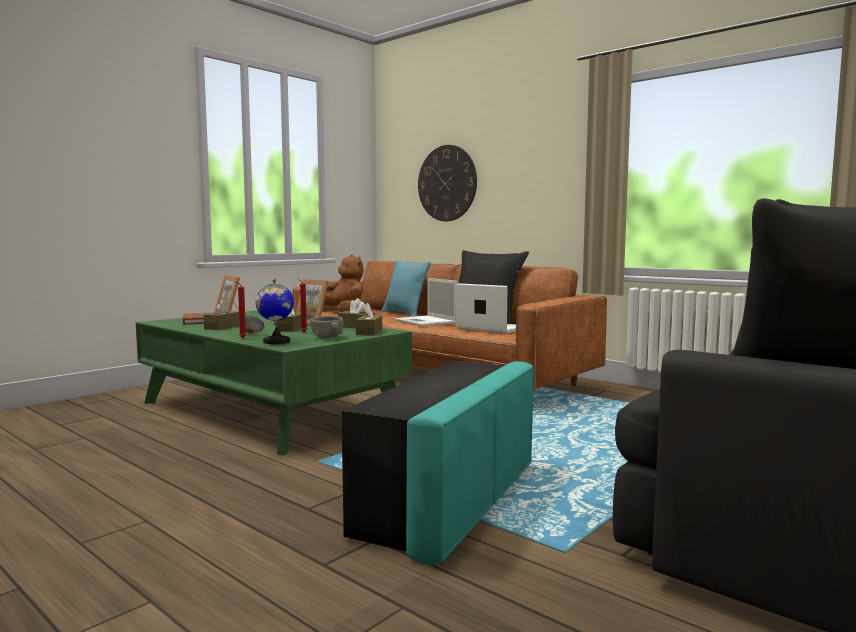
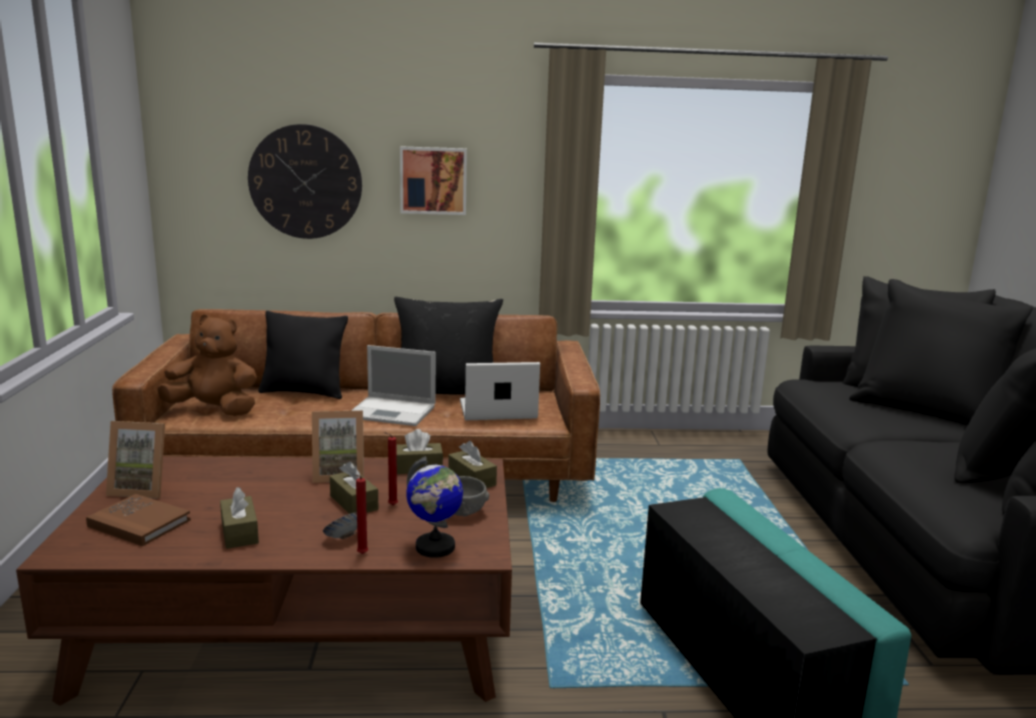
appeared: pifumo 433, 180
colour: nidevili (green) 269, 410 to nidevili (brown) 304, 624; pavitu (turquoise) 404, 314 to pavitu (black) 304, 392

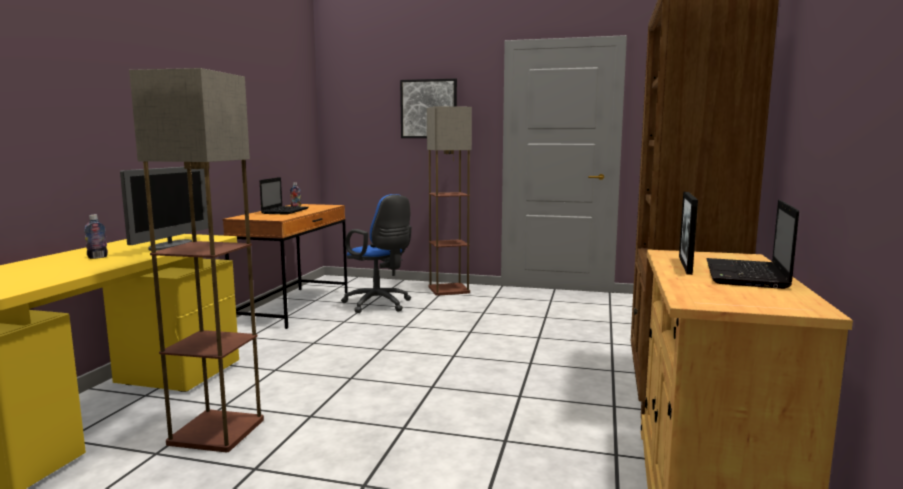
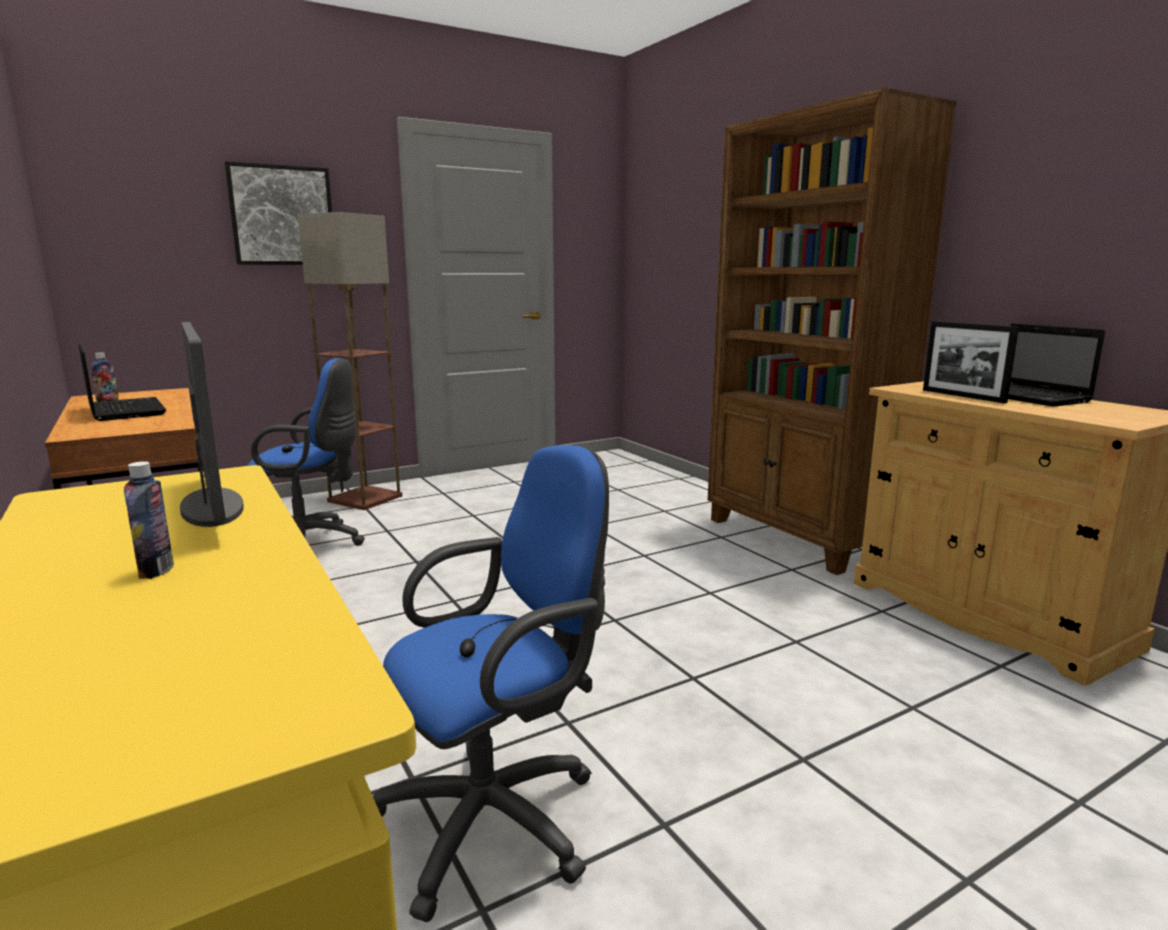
exchanged: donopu 217, 432 to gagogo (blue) 500, 818

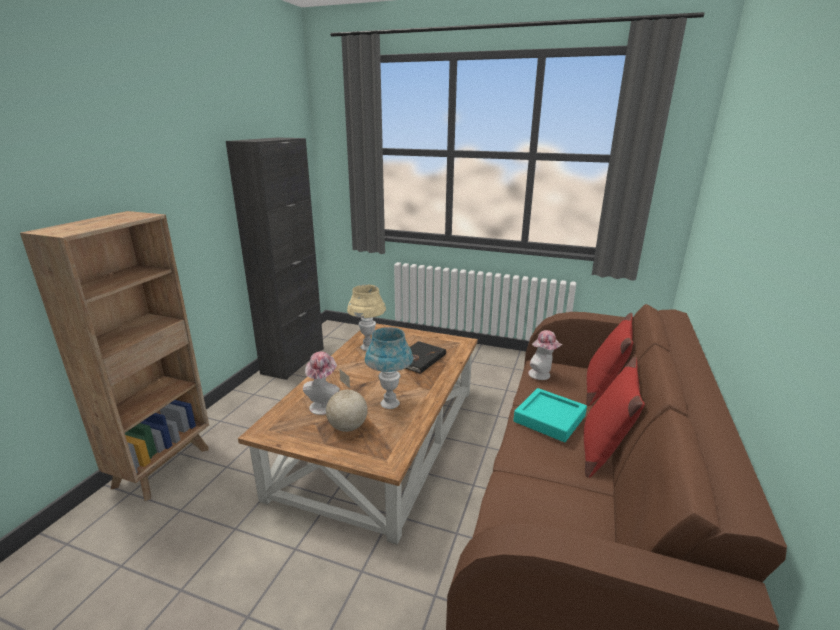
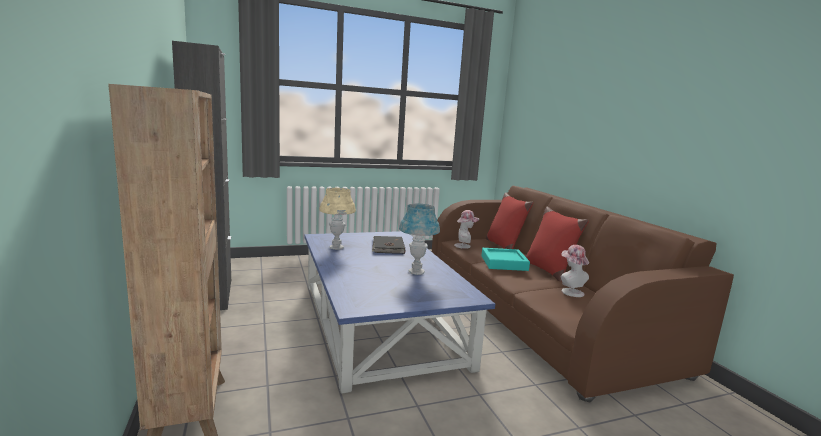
missing: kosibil 347, 427
relocated: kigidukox 324, 405 to 570, 291
colour: nidevili (brown) 382, 440 to nidevili (blue) 380, 322

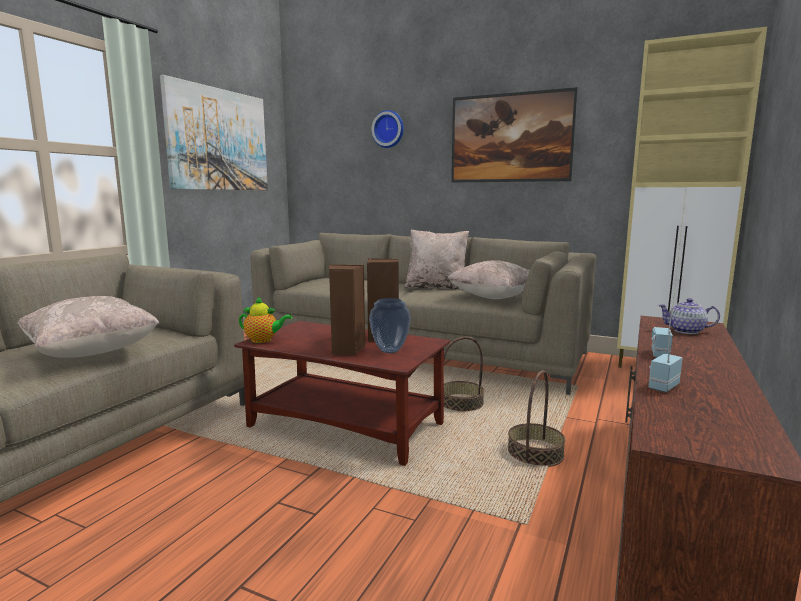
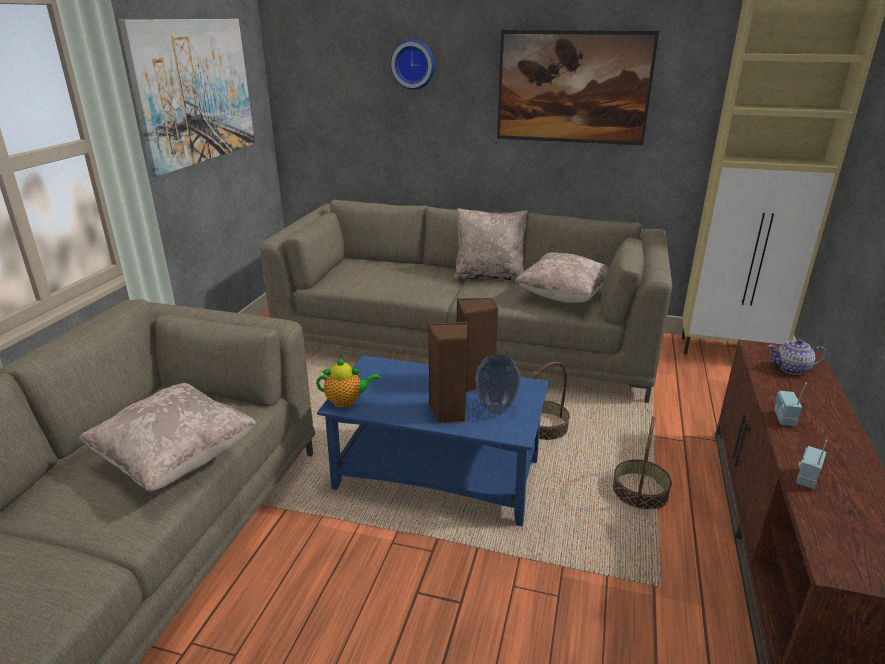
colour: nidevili (brown) 347, 426 to nidevili (blue) 439, 474

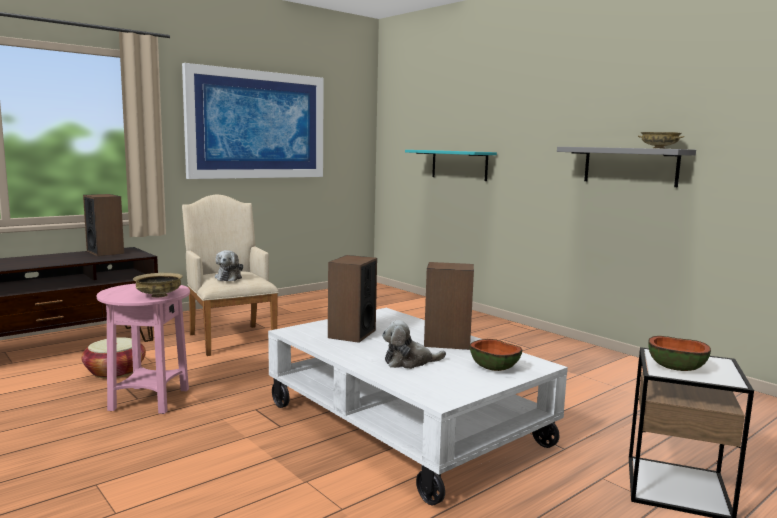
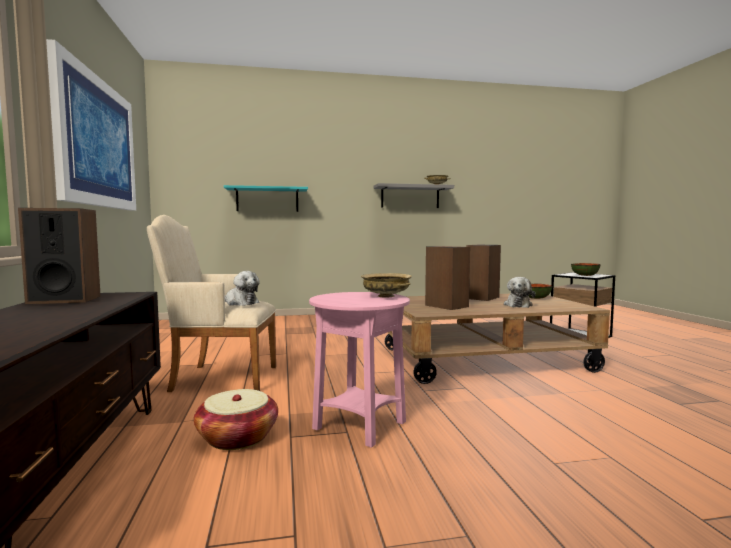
colour: nidevili (white) 405, 424 to nidevili (brown) 484, 359

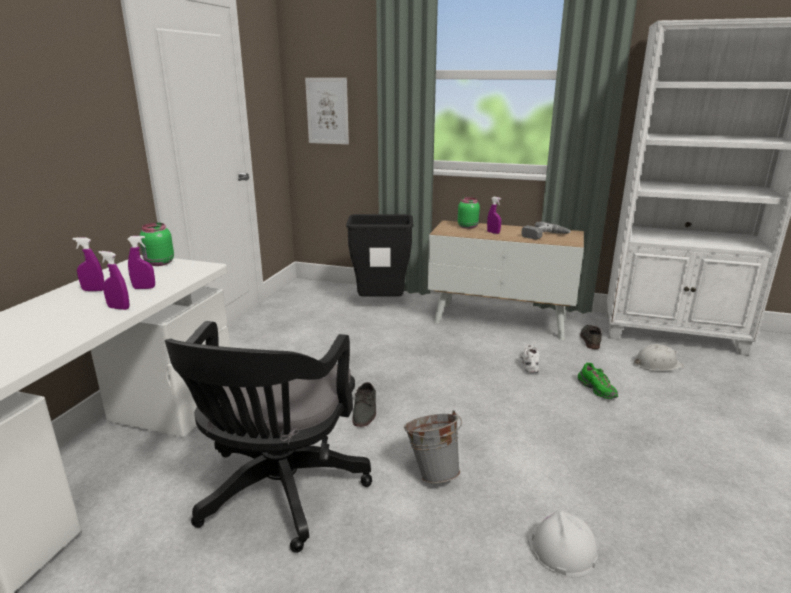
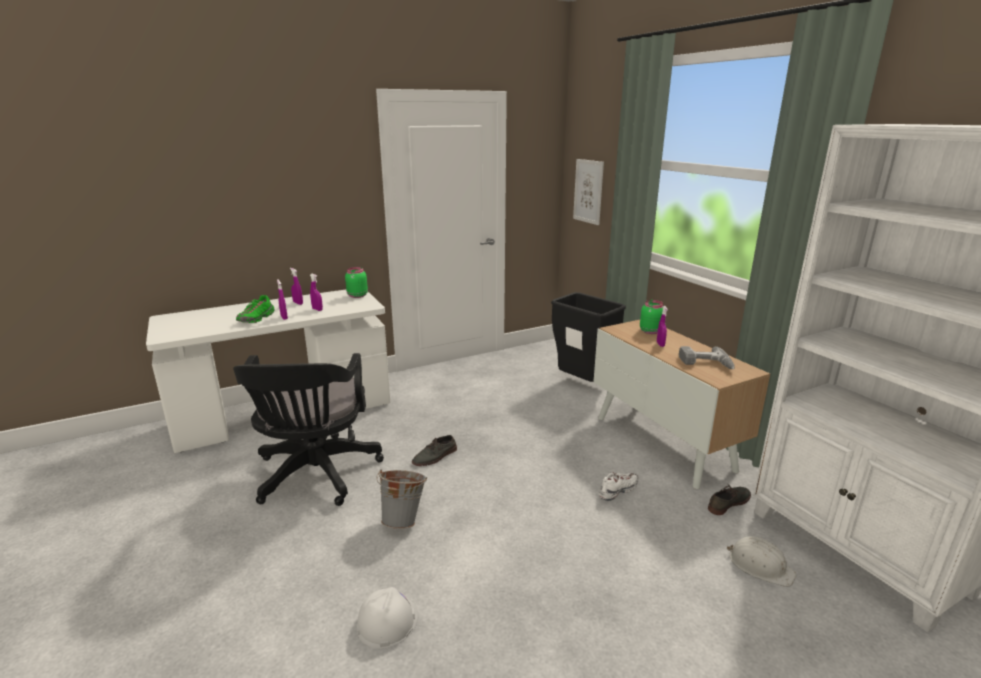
relocated: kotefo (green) 597, 390 to 257, 318
spun: gagogo (black) 278, 494 = 315, 476 60 degrees counterclockwise

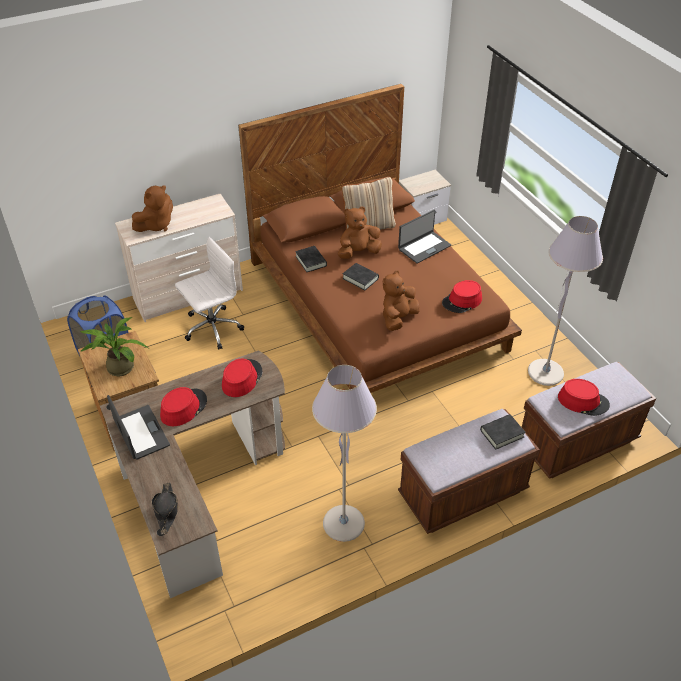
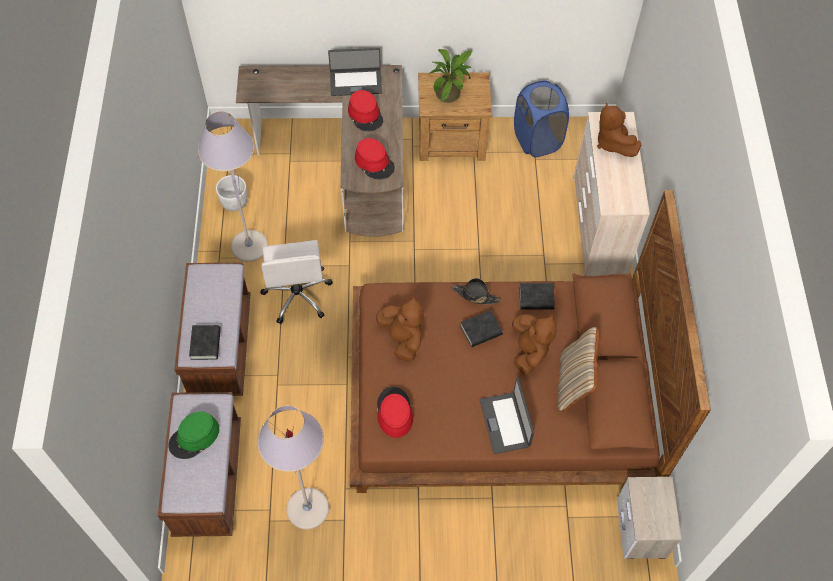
appeared: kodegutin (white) 234, 202
relocated: kigidukox (black) 166, 510 to 475, 295; gagogo (white) 211, 328 to 298, 295
colour: kigidukox (red) 583, 401 to kigidukox (green) 194, 437

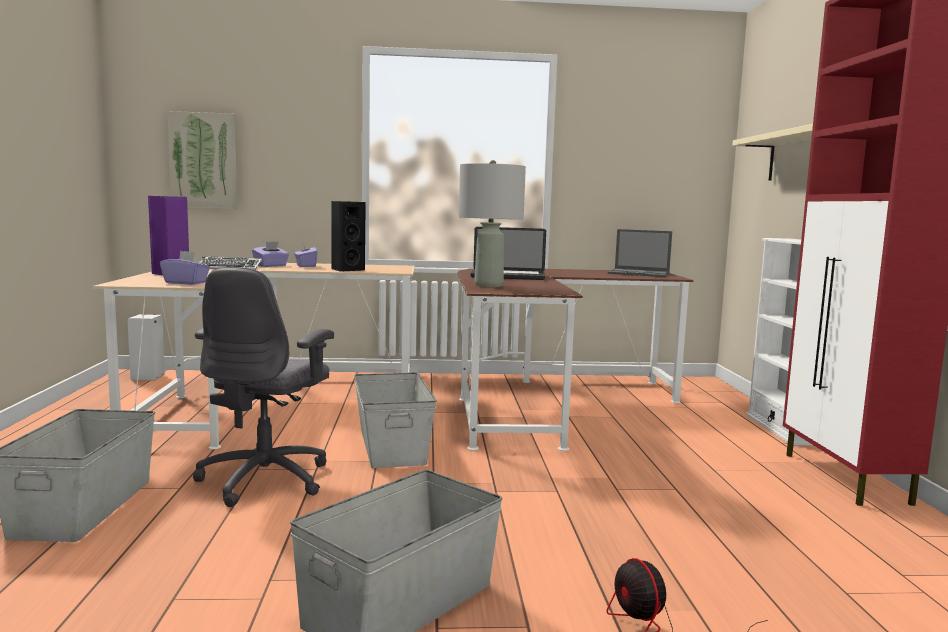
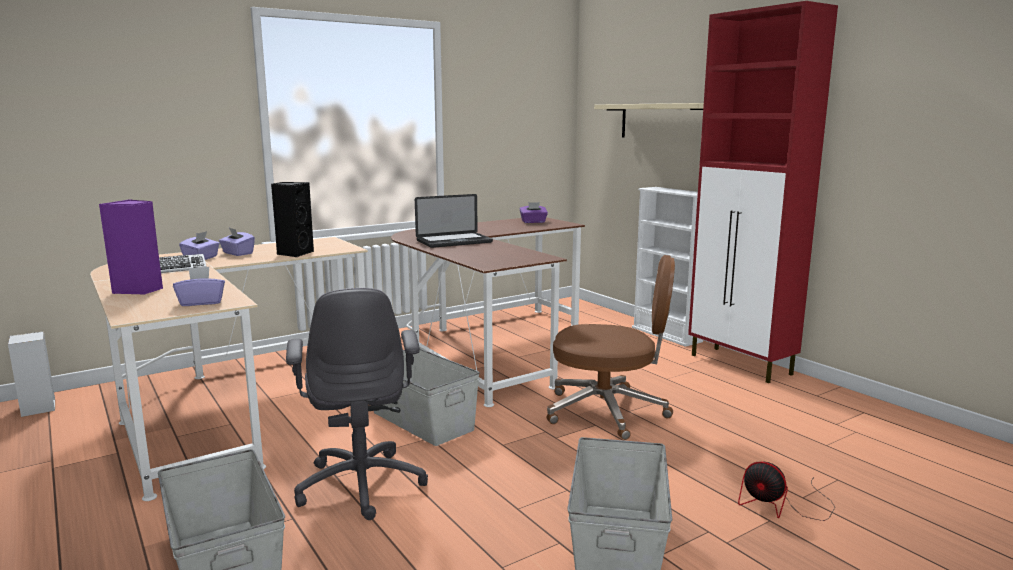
missing: pifumo 204, 161; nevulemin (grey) 488, 285
appeared: gagogo (brown) 608, 411
exchanged: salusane 639, 273 to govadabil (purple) 533, 222

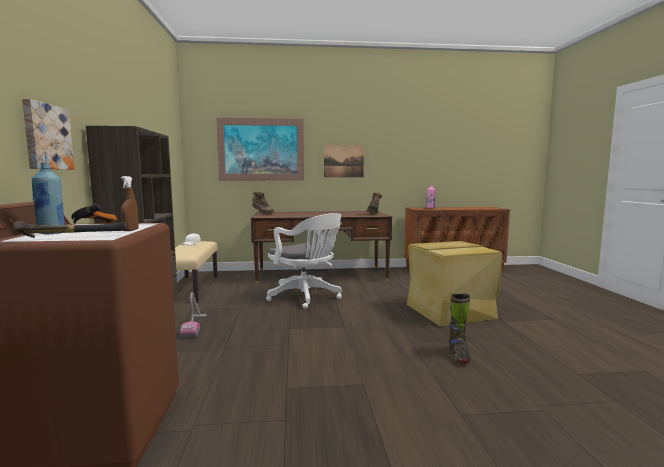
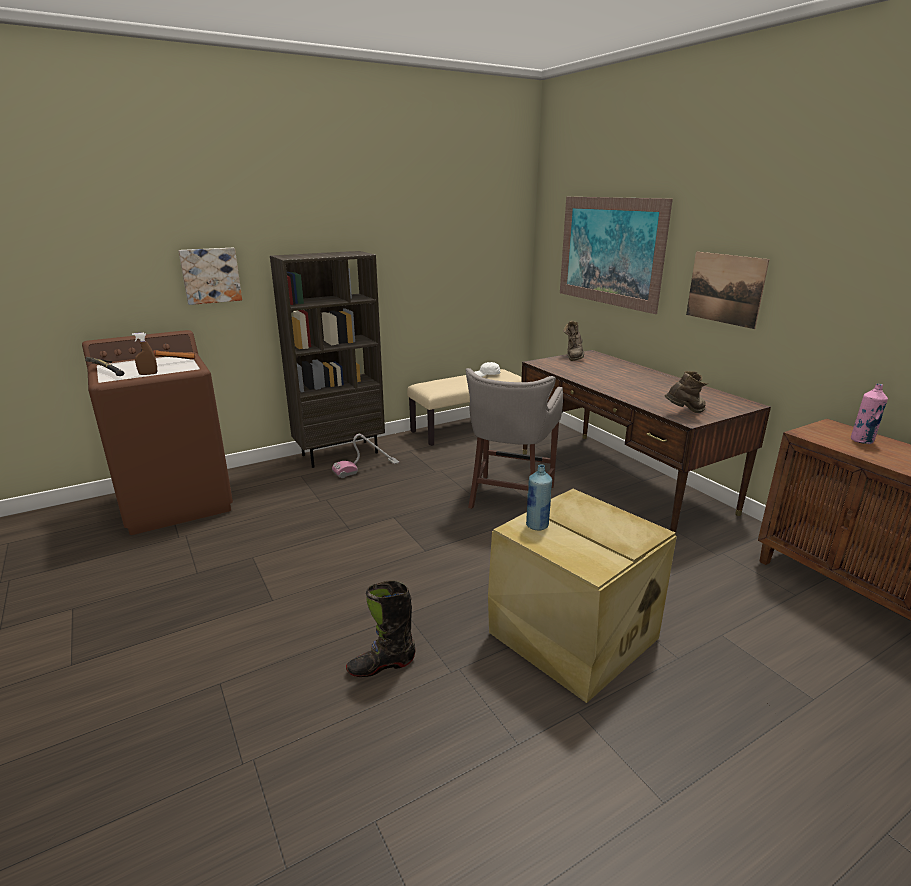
relocated: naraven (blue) 51, 233 to 537, 525
exchanged: gagogo (white) 306, 297 to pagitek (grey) 509, 497

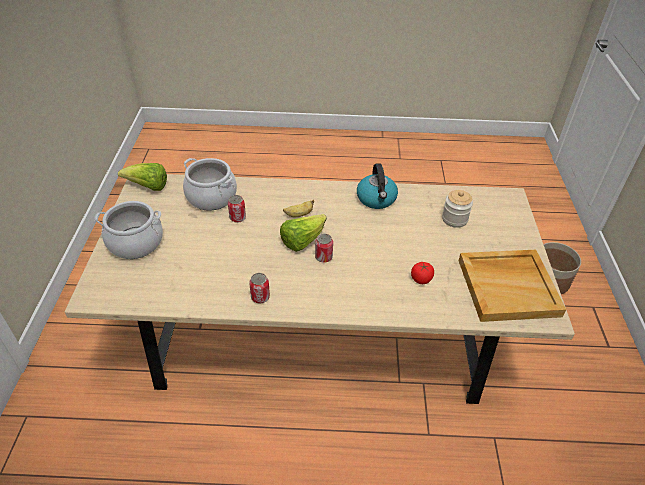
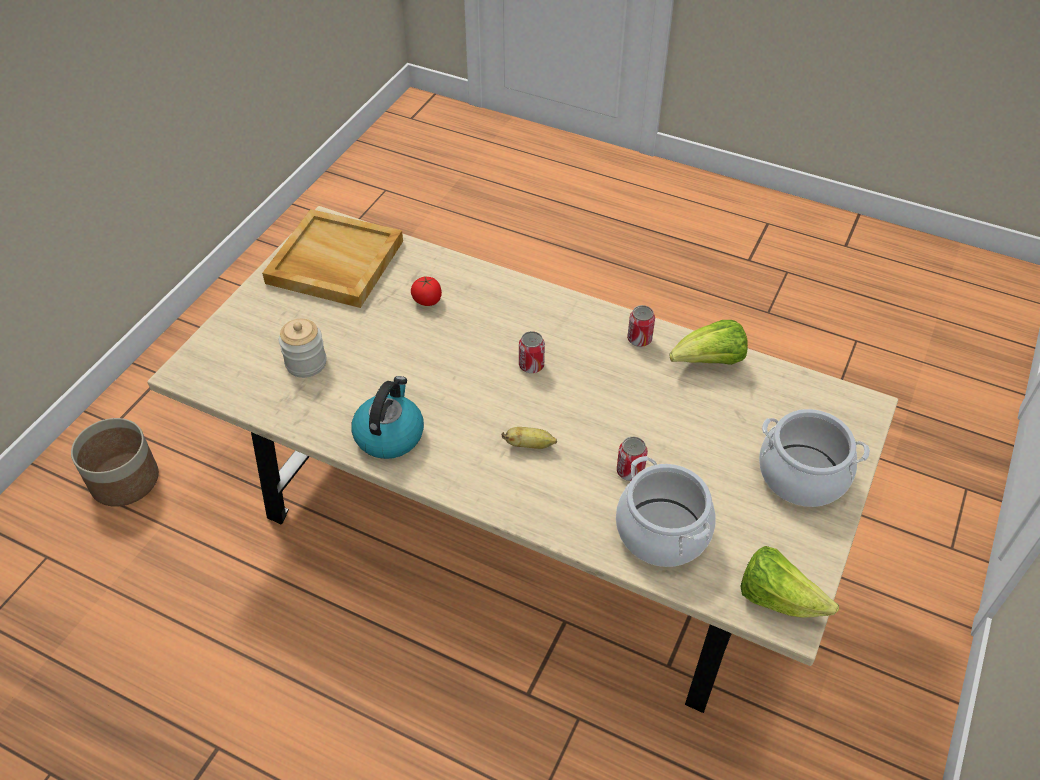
relocated: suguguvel 302, 241 to 709, 362

